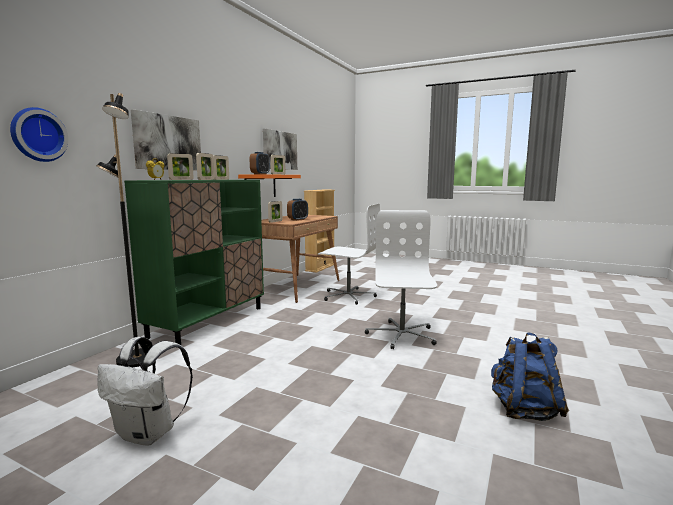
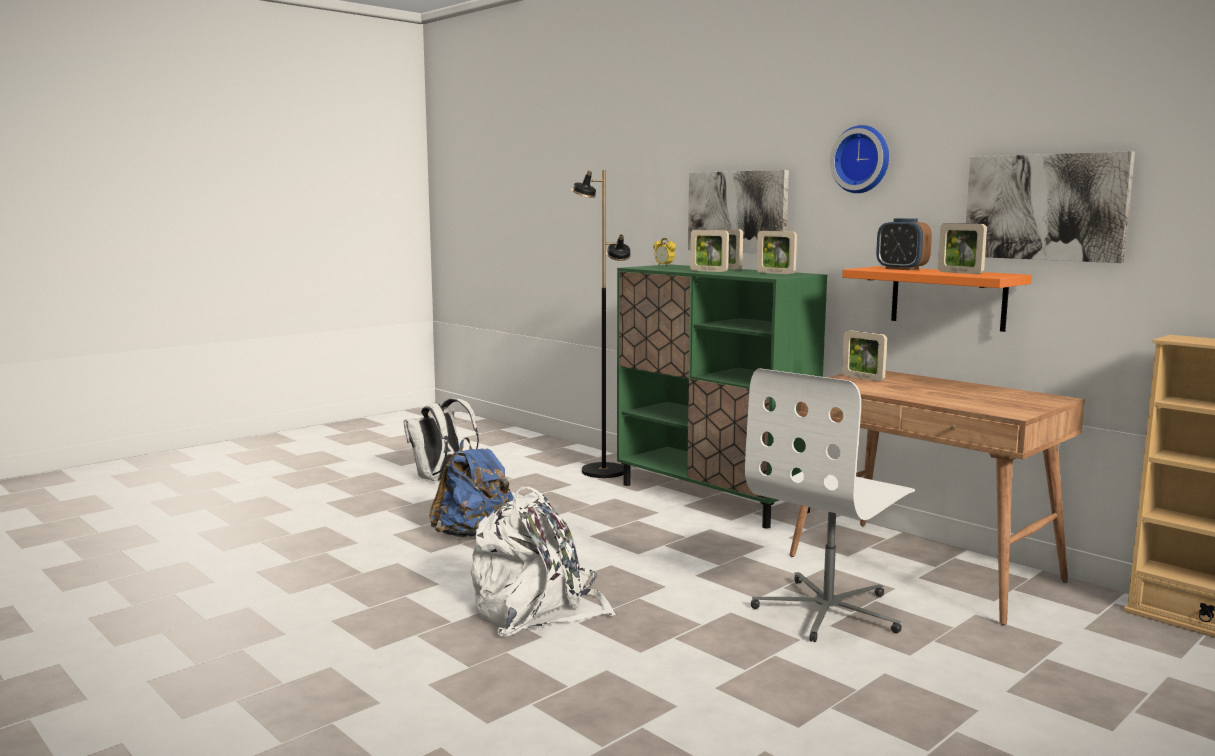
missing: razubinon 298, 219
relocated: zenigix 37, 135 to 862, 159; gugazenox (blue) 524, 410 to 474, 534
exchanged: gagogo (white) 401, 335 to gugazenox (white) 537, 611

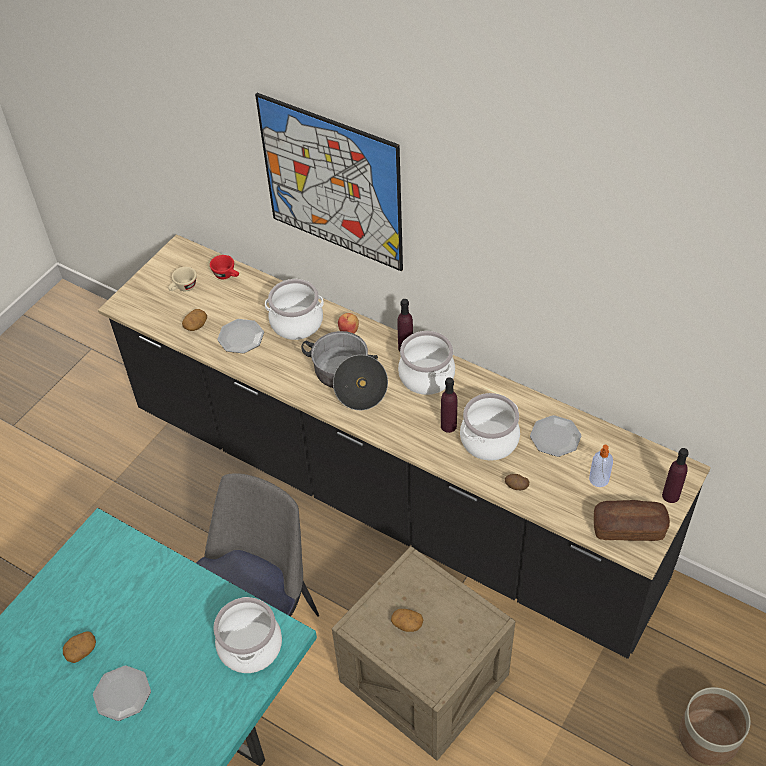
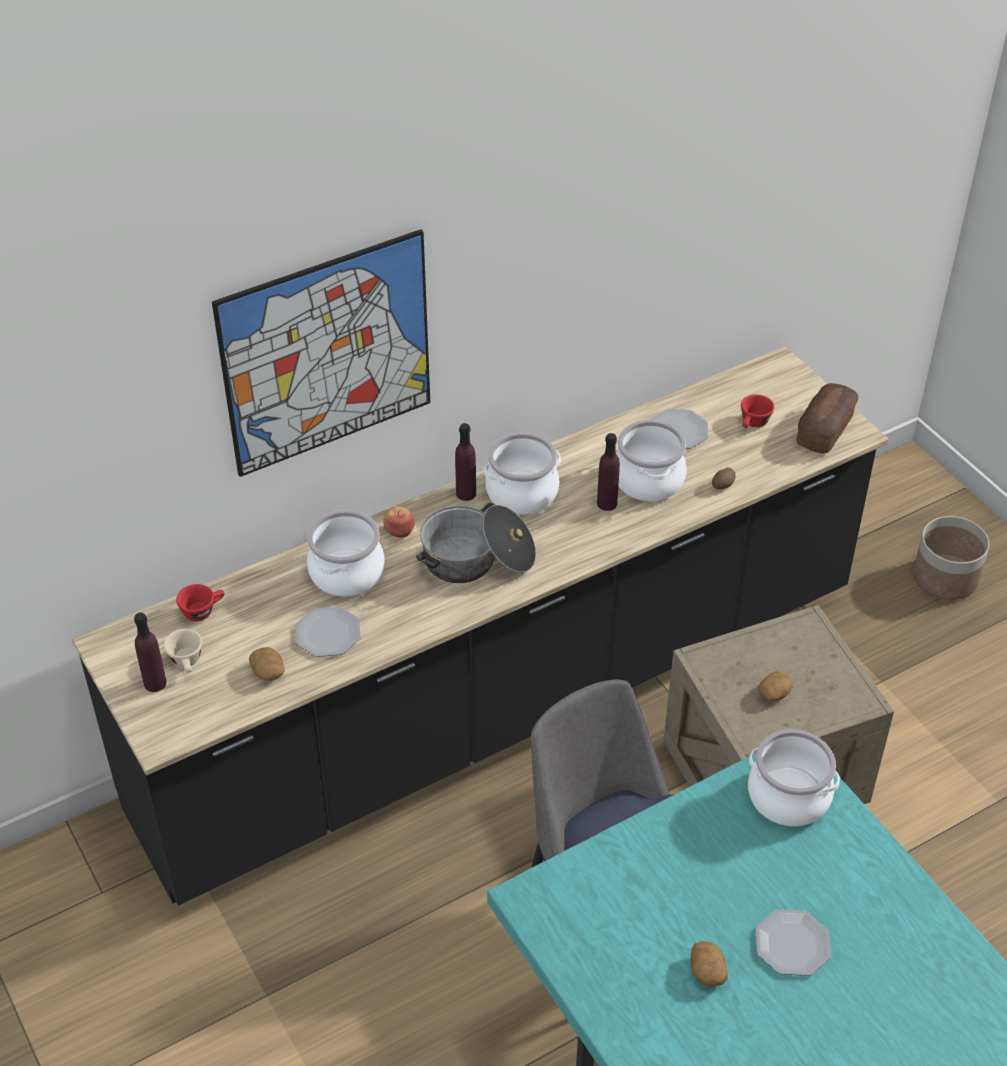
relocated: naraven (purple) 670, 495 to 155, 683
exchanged: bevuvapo 599, 480 to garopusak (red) 753, 424

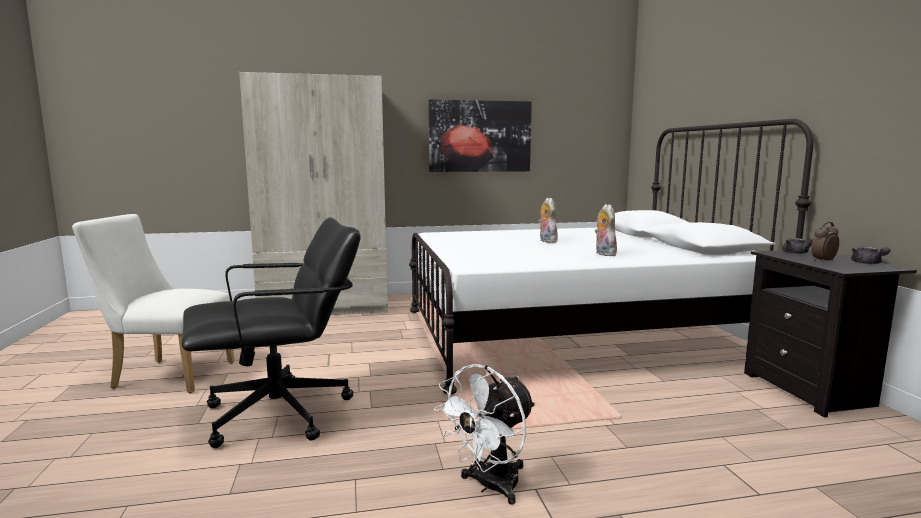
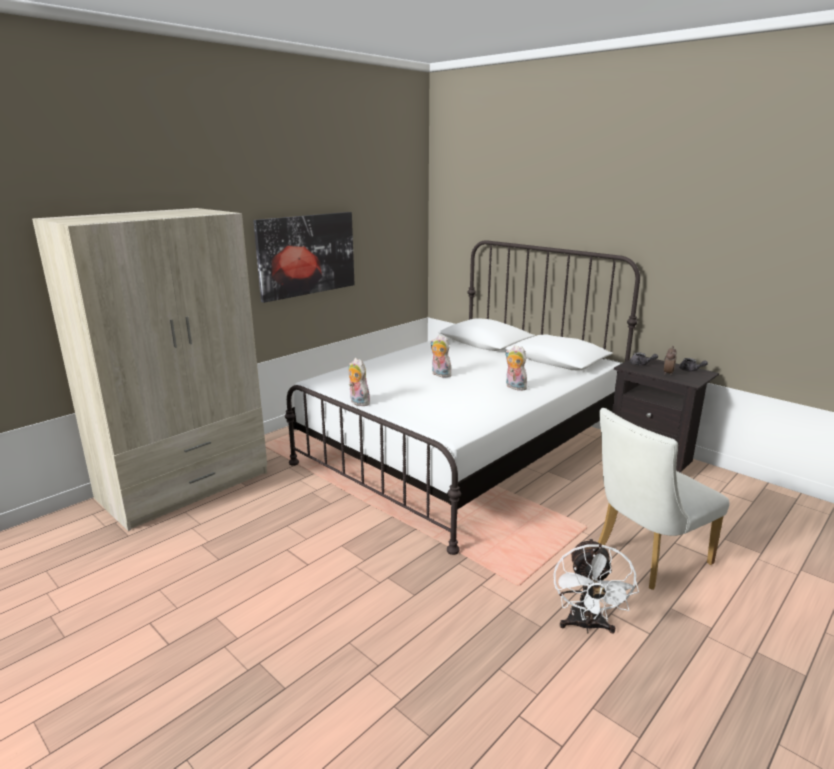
missing: gagogo (black) 280, 414
appeared: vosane 358, 402
relocated: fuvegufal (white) 166, 375 to 645, 558

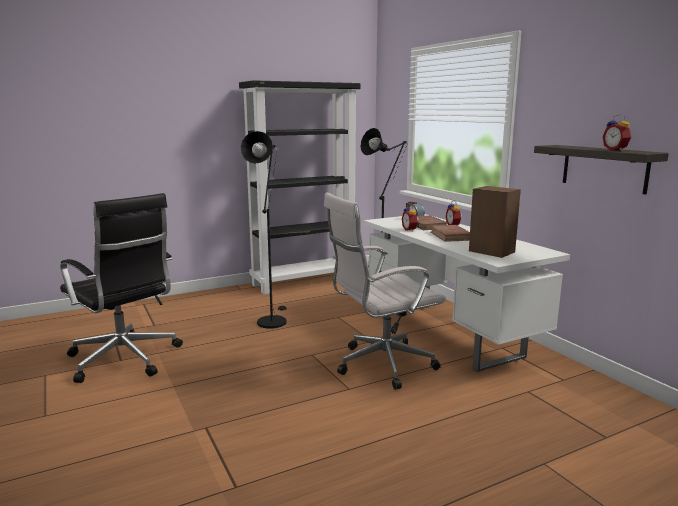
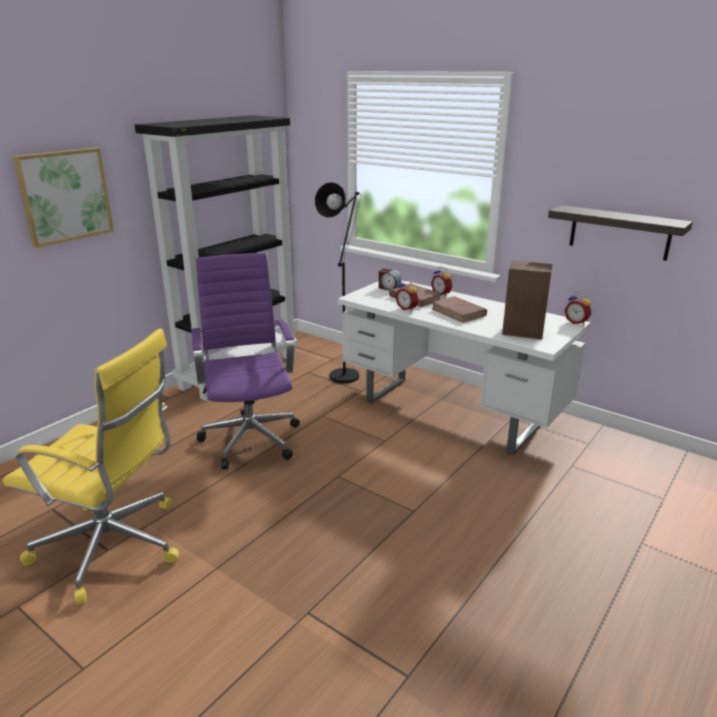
missing: gagogo (white) 380, 365
appeared: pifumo 65, 196
relocated: razubinon 616, 150 to 577, 322
exchanged: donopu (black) 272, 320 to gagogo (purple) 250, 438
colour: gagogo (black) 125, 359 to gagogo (yellow) 114, 547

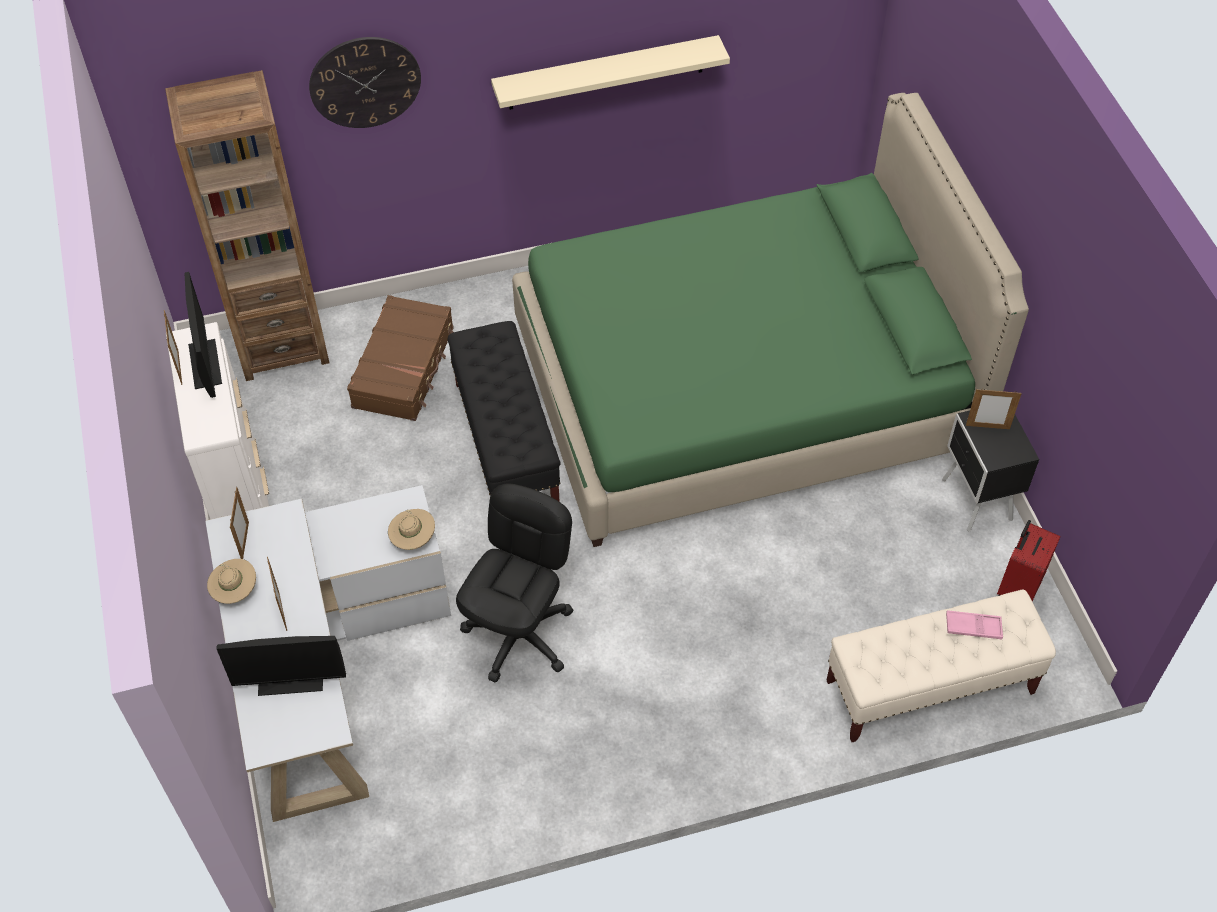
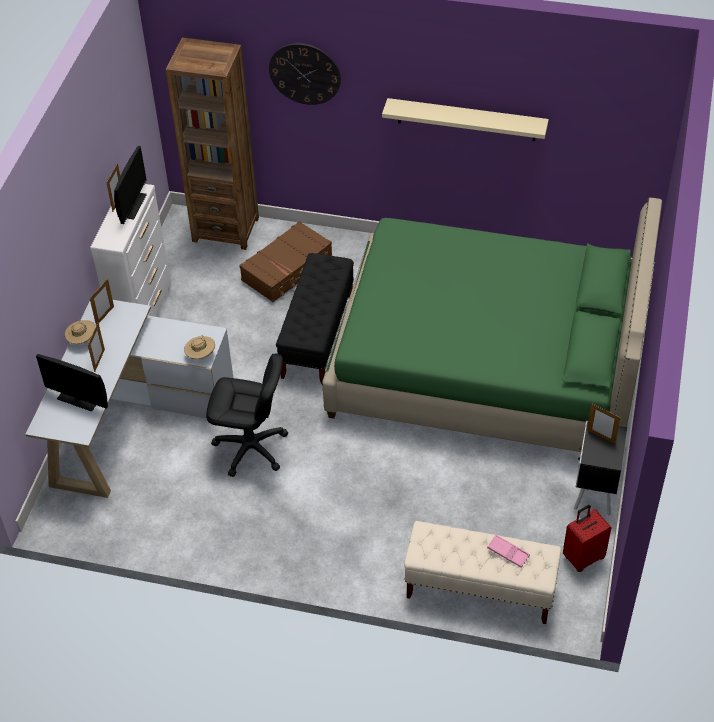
spun: gagogo (black) 520, 635 = 251, 448 45 degrees clockwise

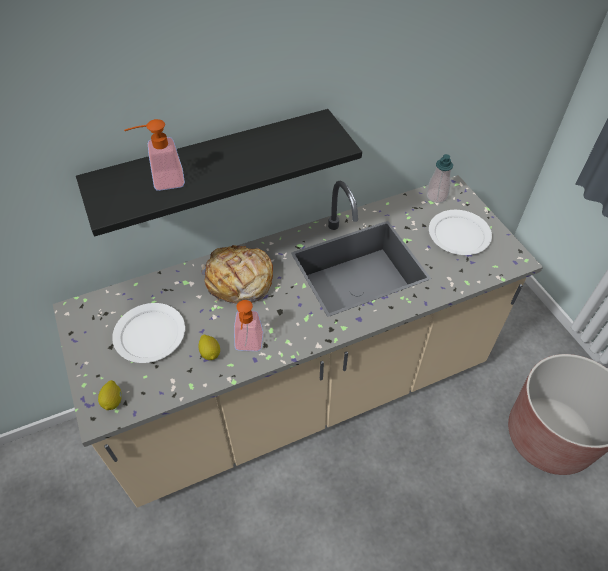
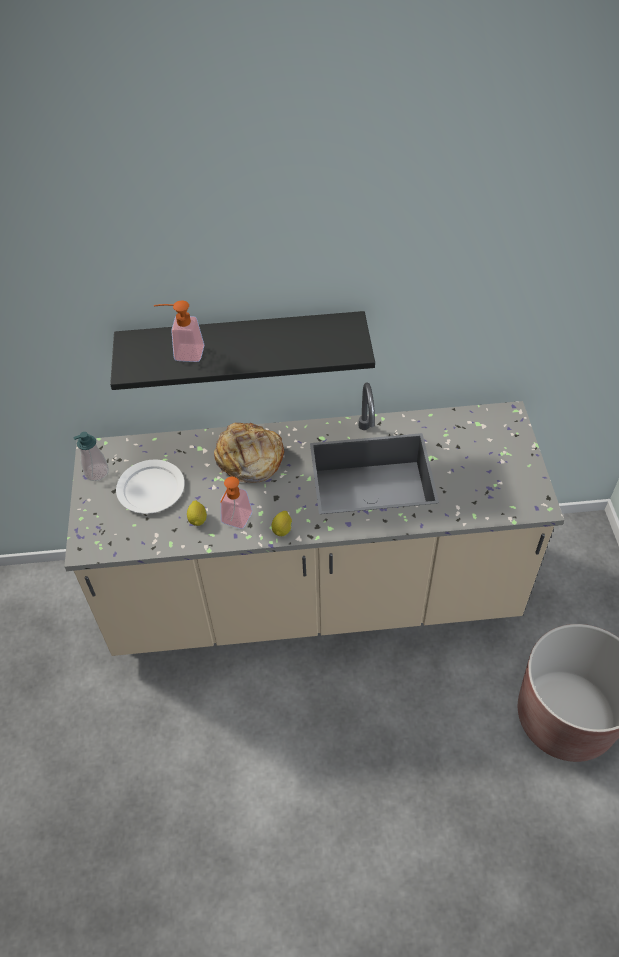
missing: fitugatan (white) 458, 234
relocated: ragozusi 113, 401 to 282, 529; bevuvapo 436, 196 to 97, 472

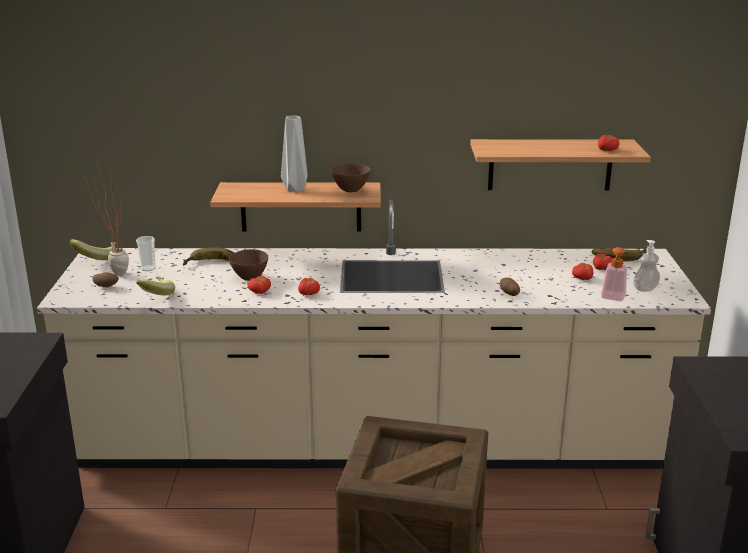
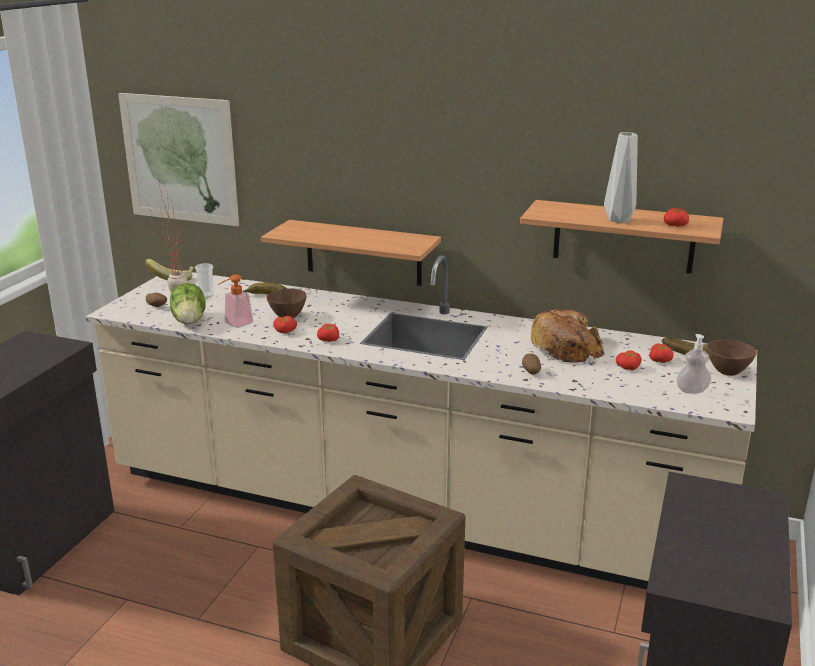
appeared: pifumo 180, 159; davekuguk 567, 348
relocated: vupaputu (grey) 295, 188 to 619, 219; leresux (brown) 350, 190 to 727, 372; bevuvapo 612, 298 to 235, 324
exchanged: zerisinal 154, 295 to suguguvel 190, 320

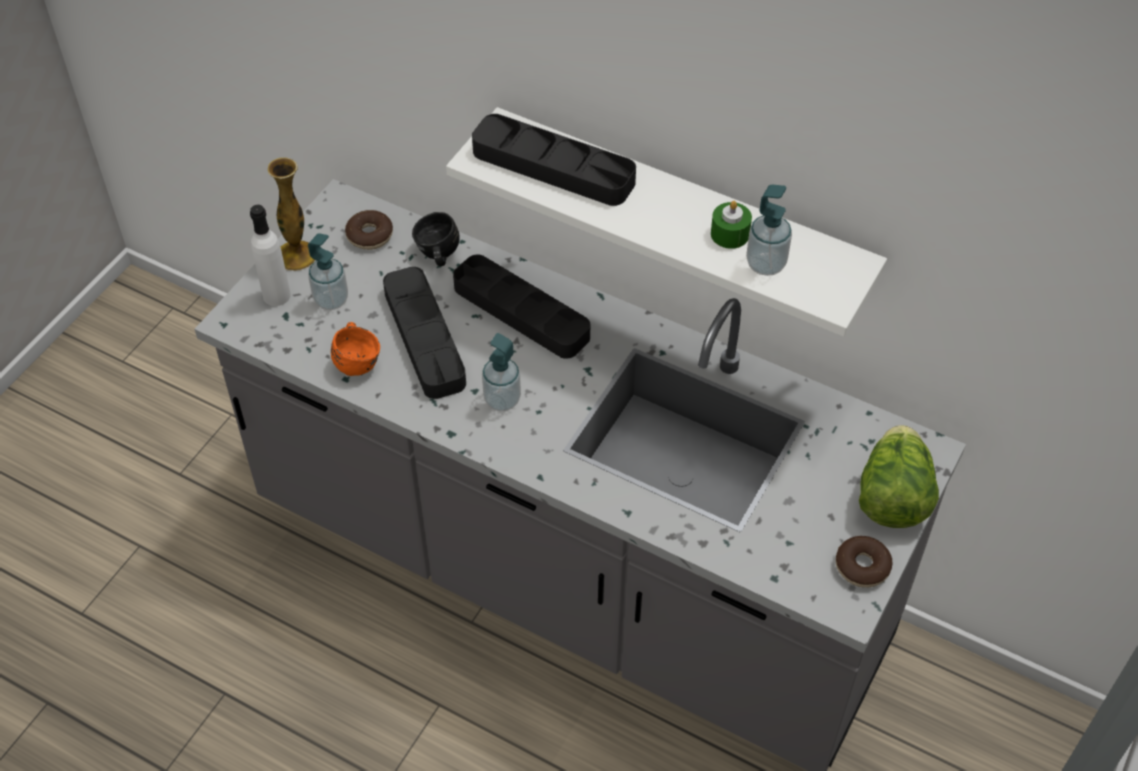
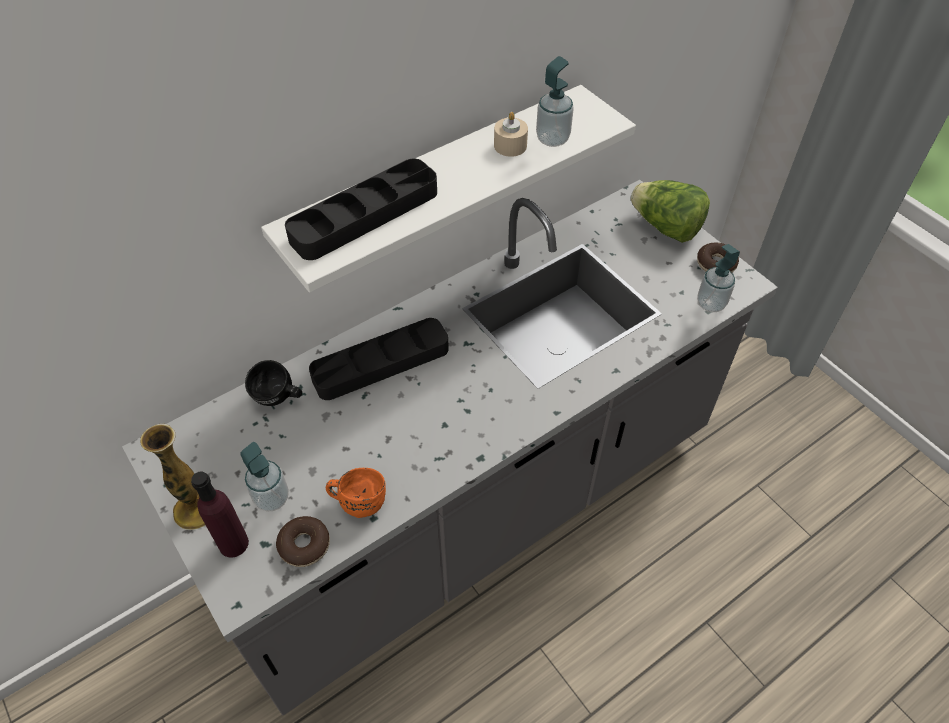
missing: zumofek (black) 424, 337
relocated: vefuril 370, 235 to 304, 545; bevuvapo 502, 400 to 711, 303
colour: naraven (white) 276, 295 to naraven (purple) 233, 543; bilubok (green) 730, 234 to bilubok (beige) 510, 146

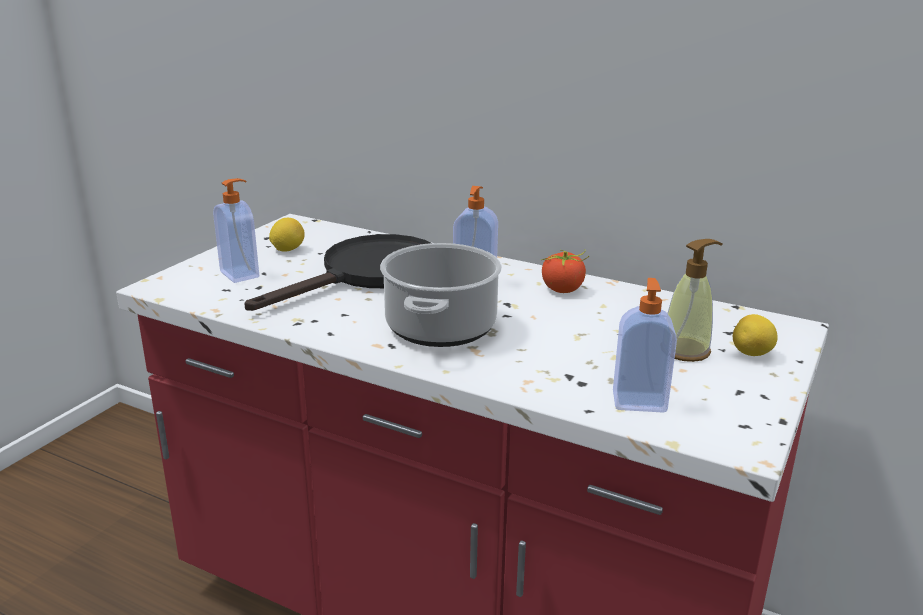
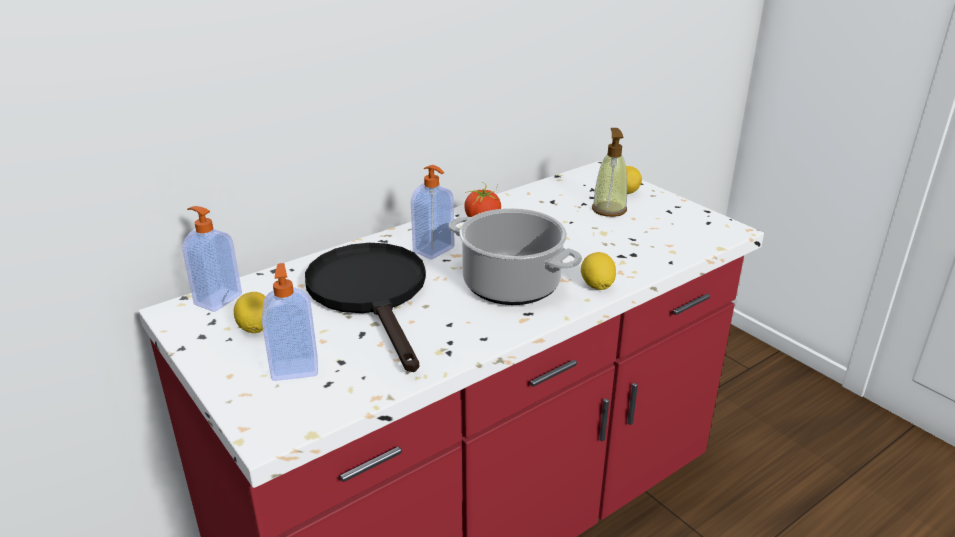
appeared: ragozusi 597, 286
relocated: bevuvapo 639, 401 to 217, 299

